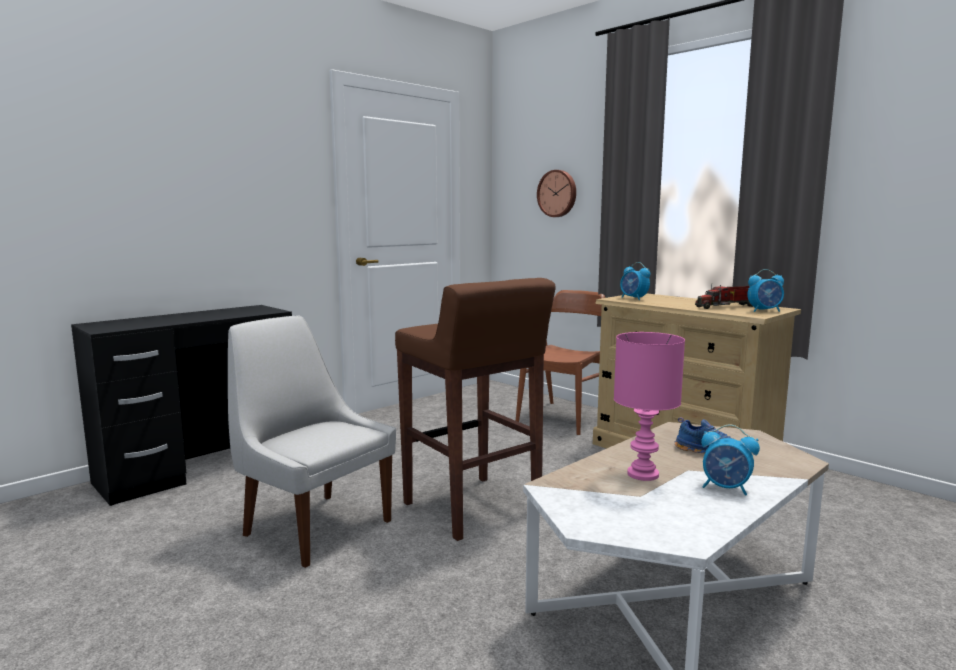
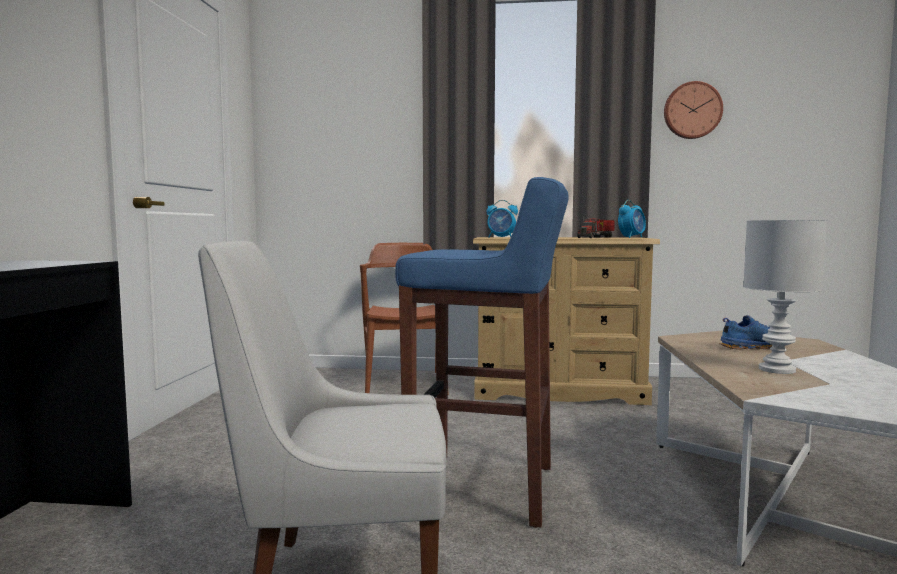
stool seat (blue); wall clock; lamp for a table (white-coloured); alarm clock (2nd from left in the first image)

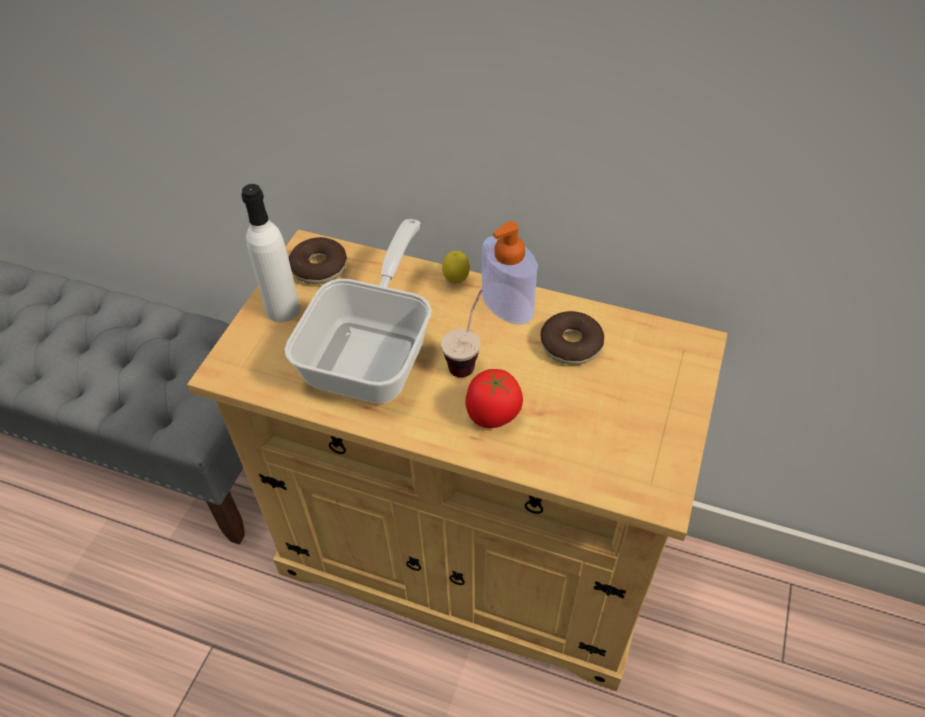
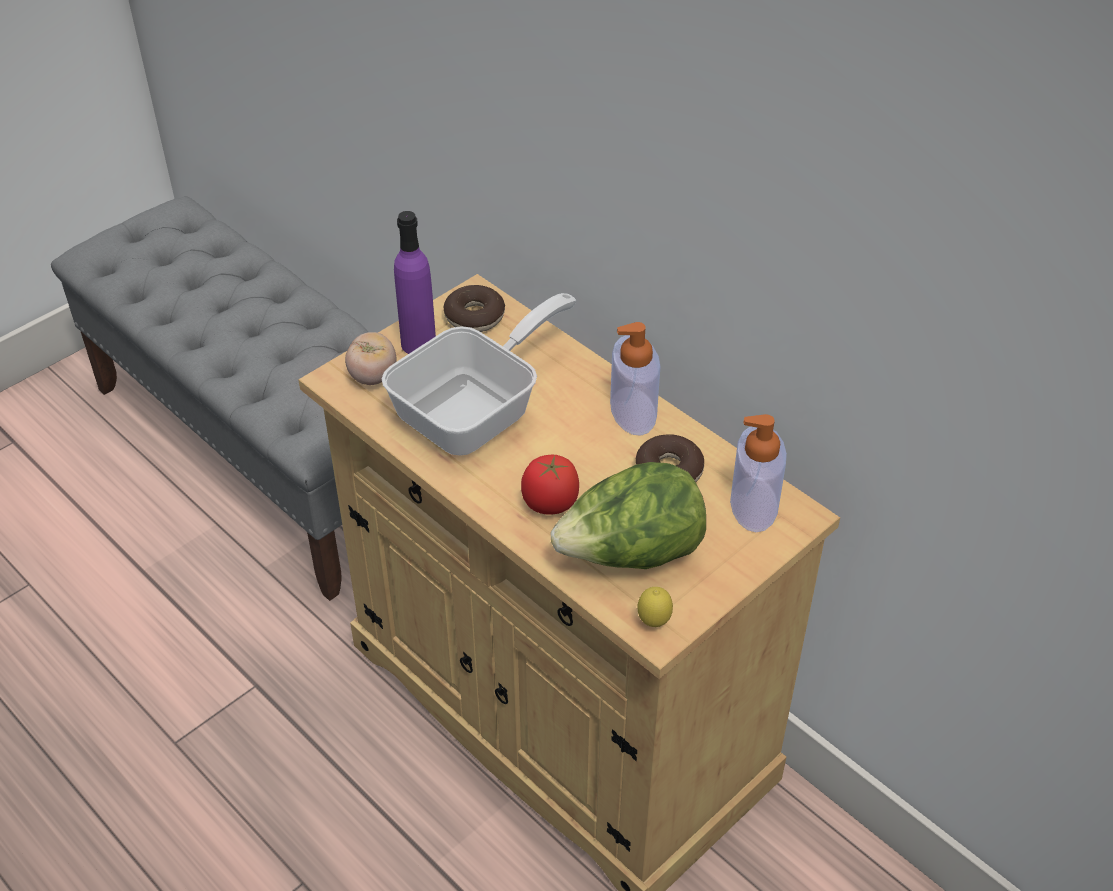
whole tomato (1st from left); bottle (purple-coloured); lettuce head; citrus fruit; soap dispenser (2nd from left); small cup

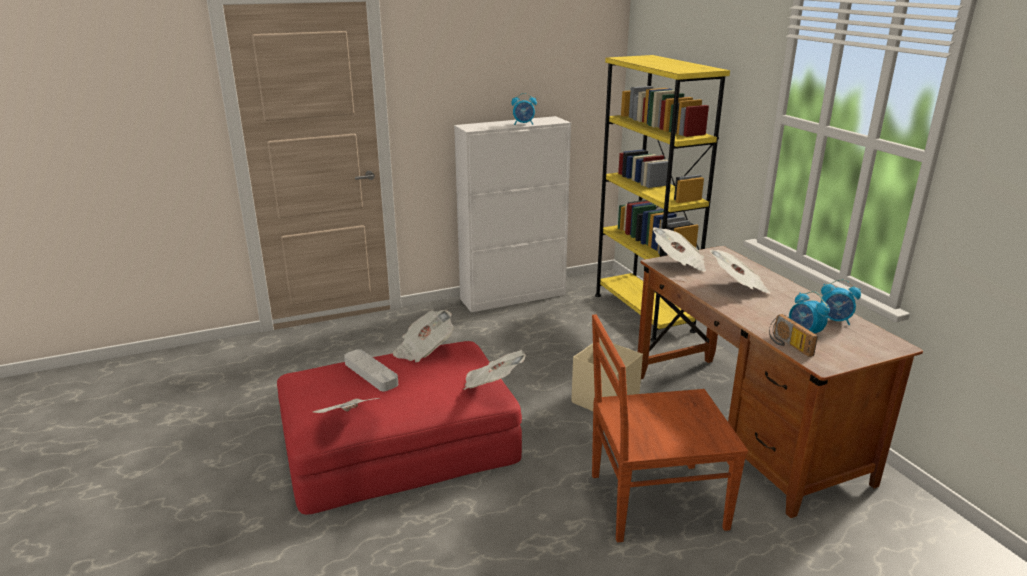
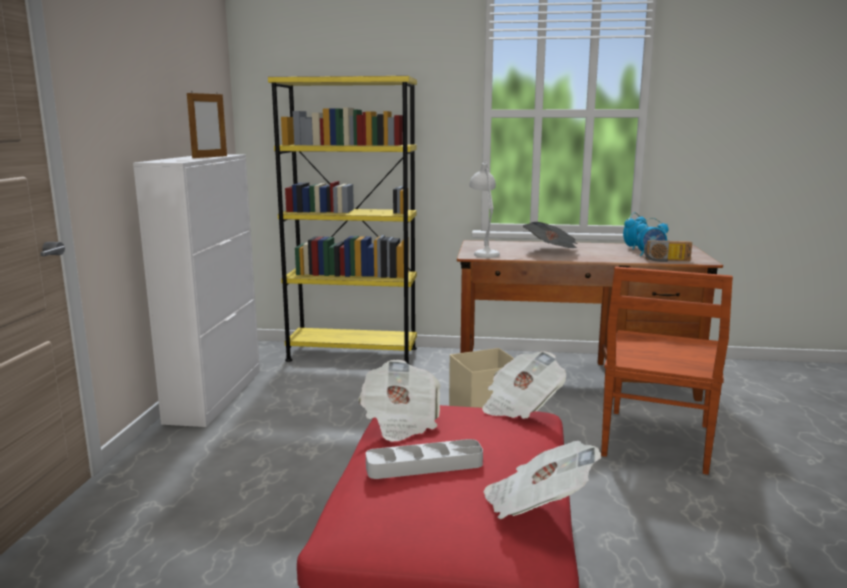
standing frame; lamp for a table (white-coloured)

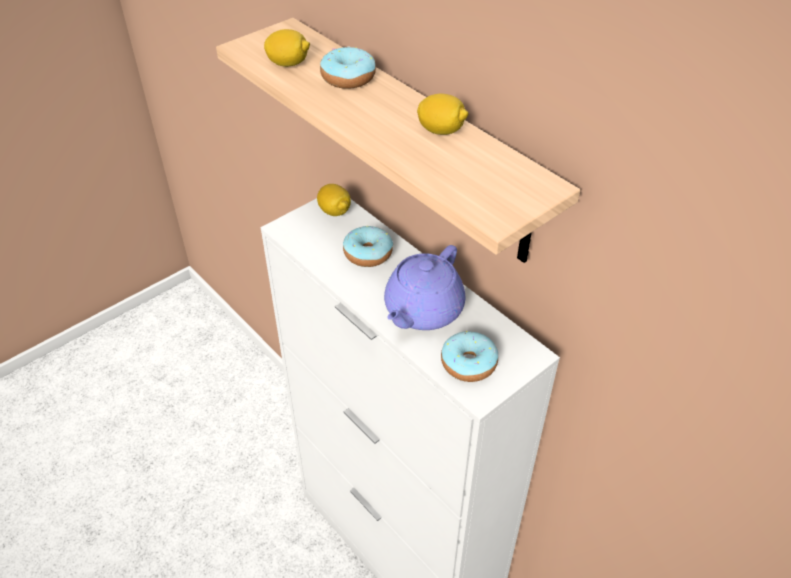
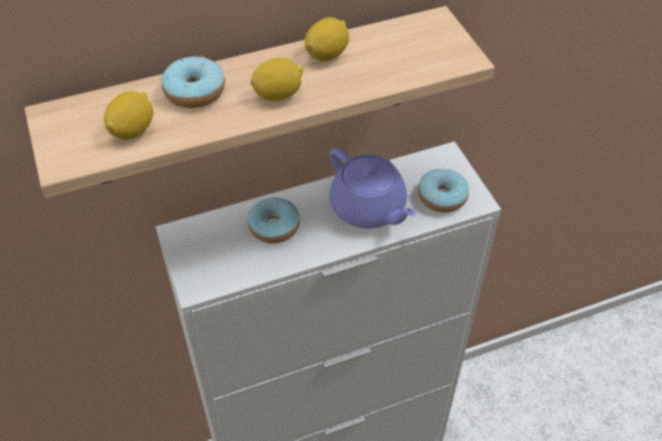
citrus fruit (2nd from left)

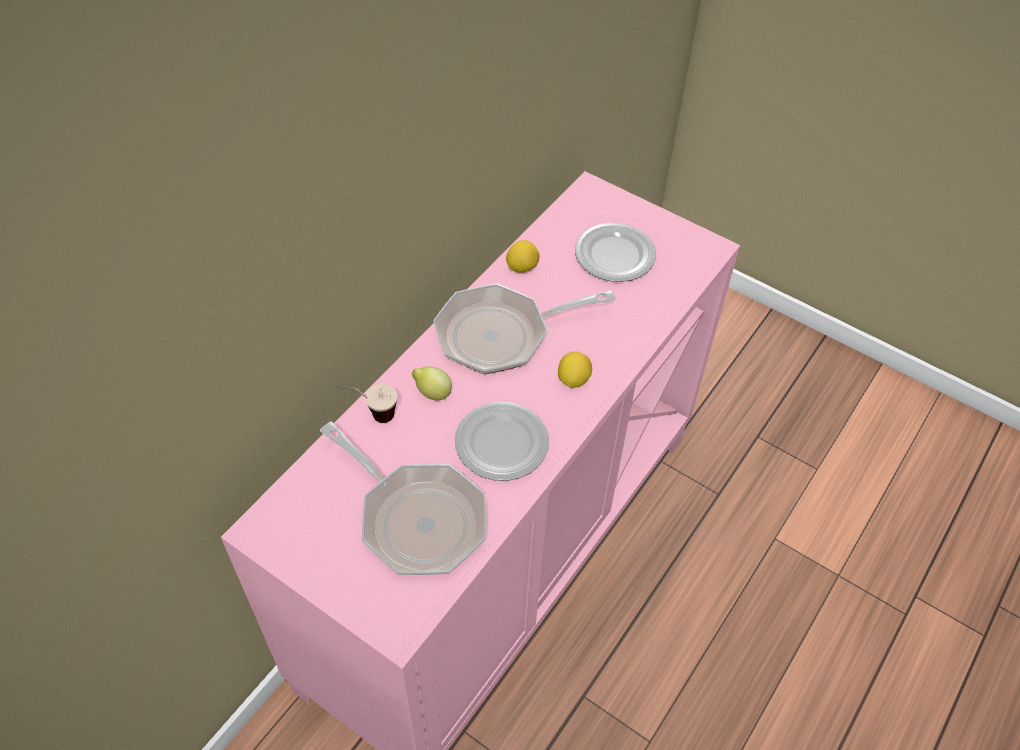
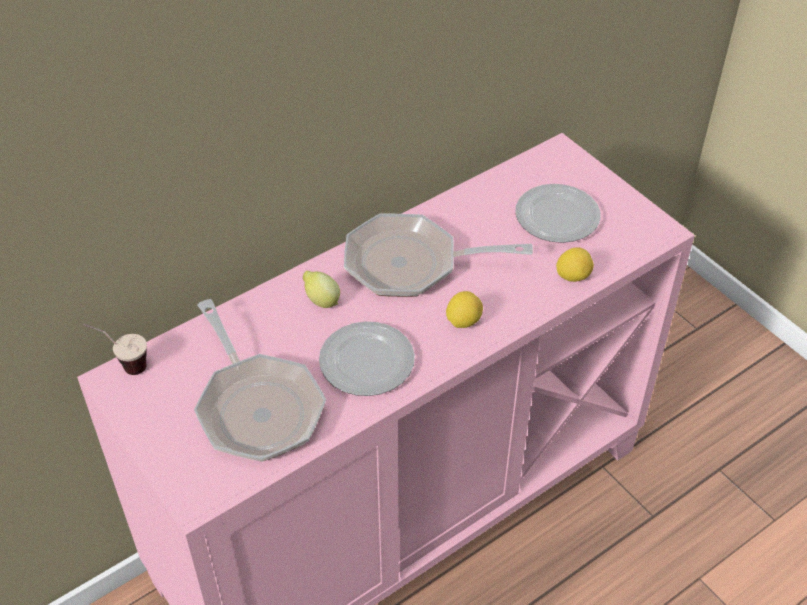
small cup; citrus fruit (3rd from left)

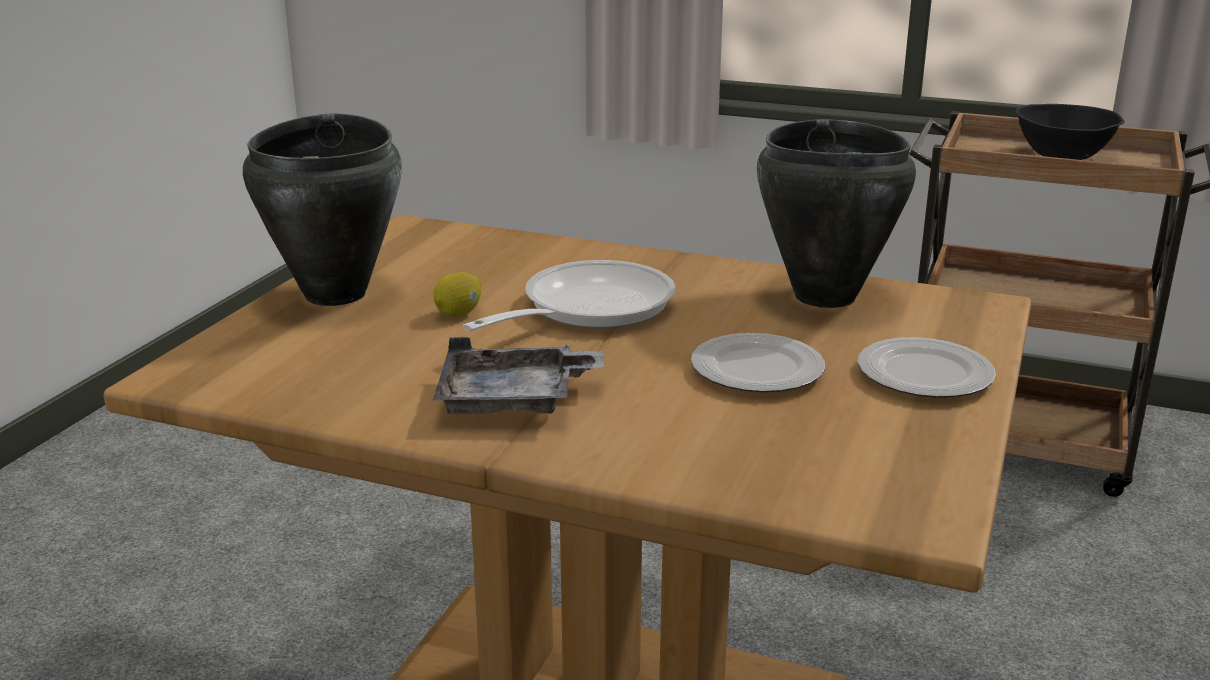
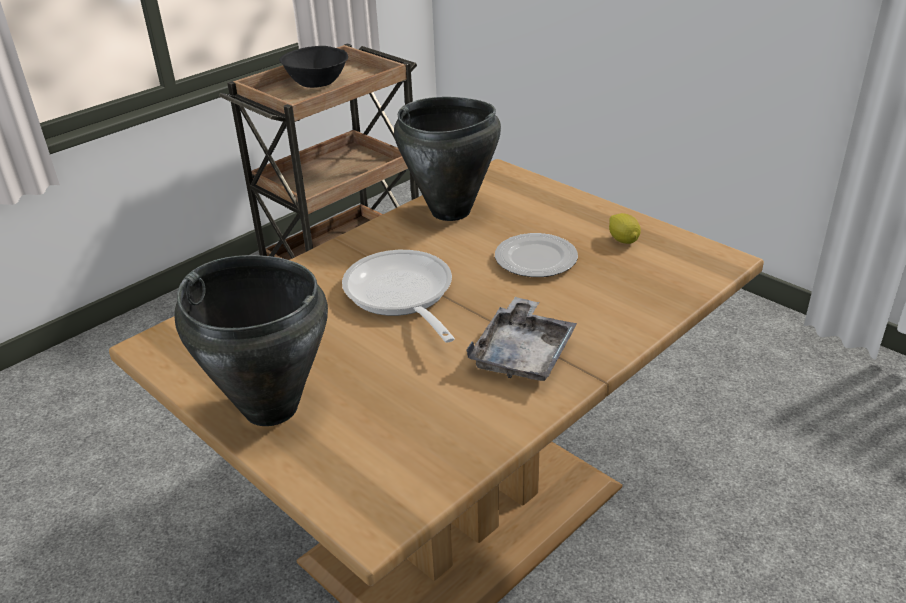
citrus fruit; dinner plate (2nd from left in the first image)

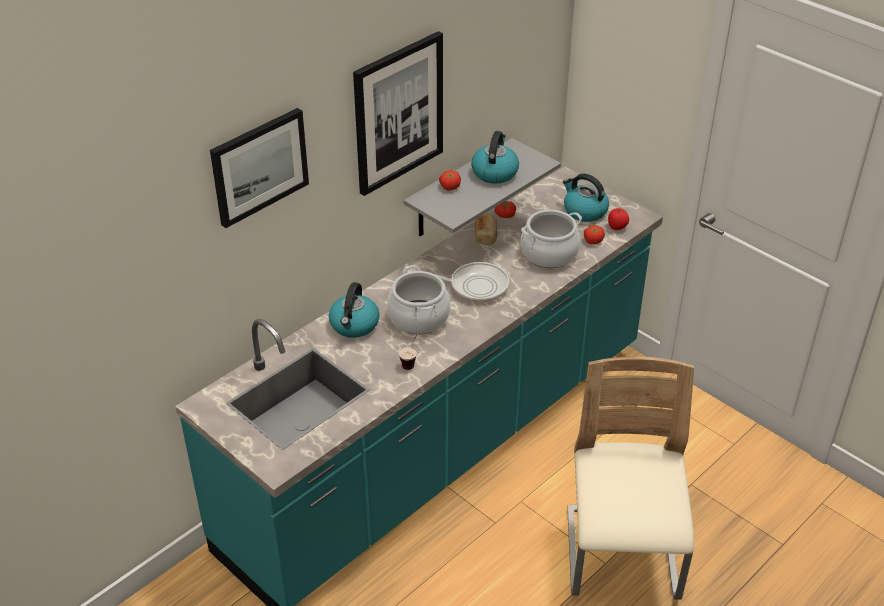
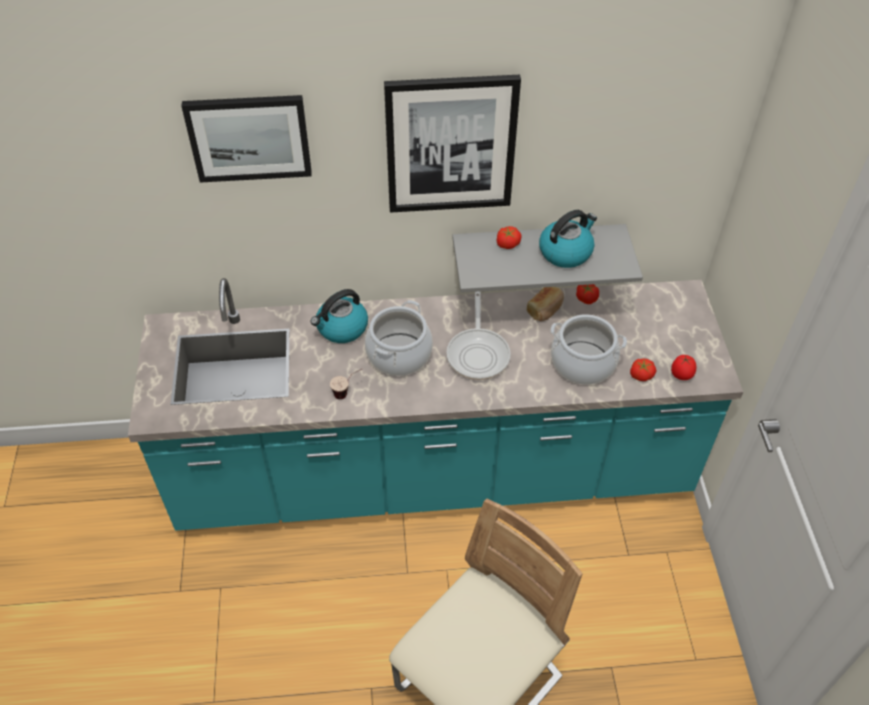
skillet; water kettle (3rd from left in the first image)

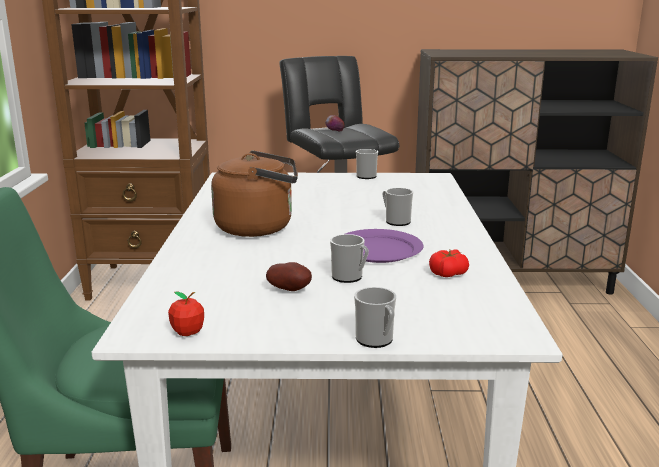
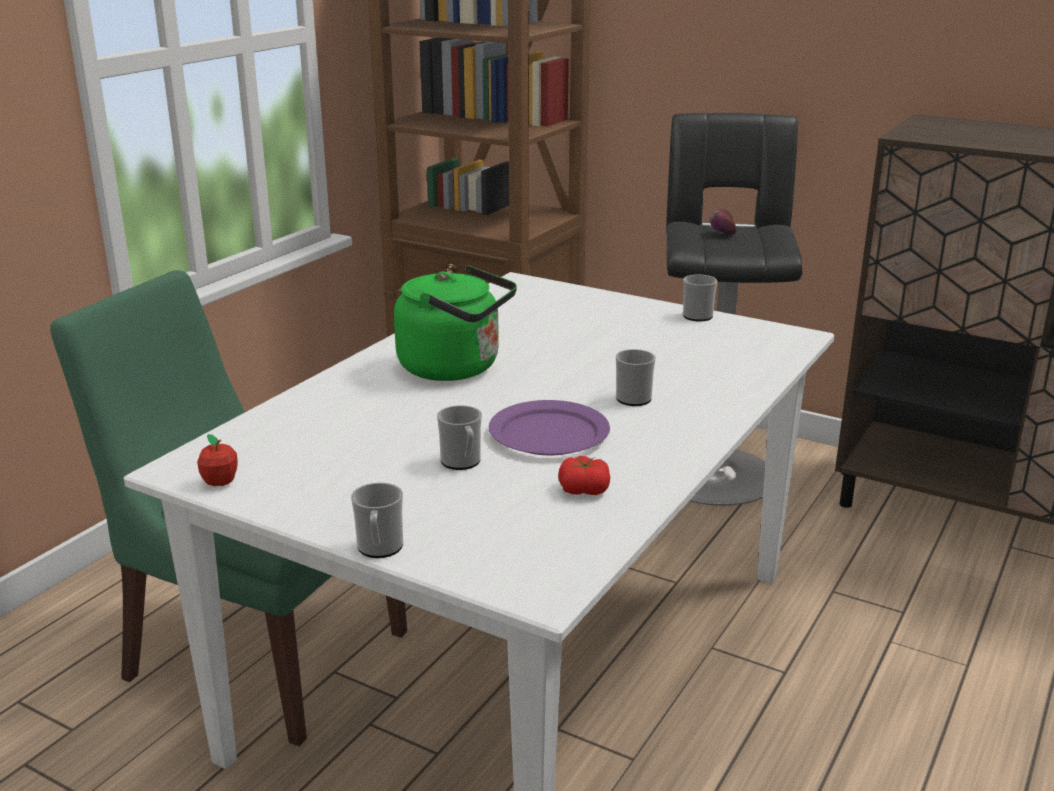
water kettle (green); whole potato

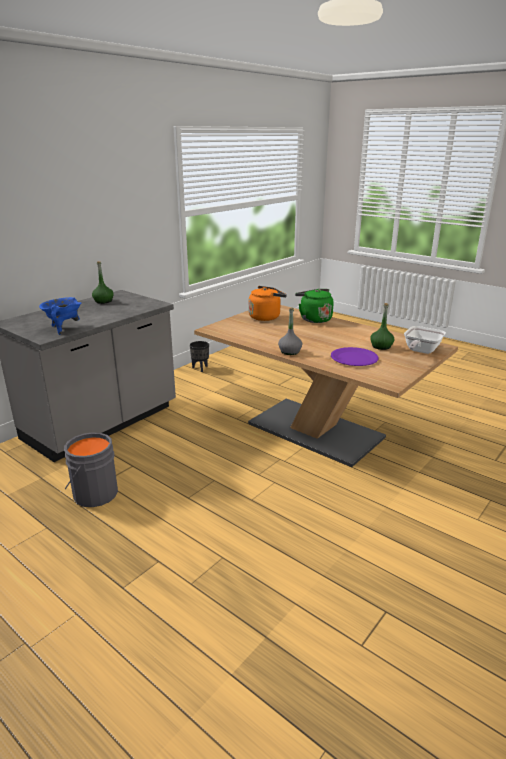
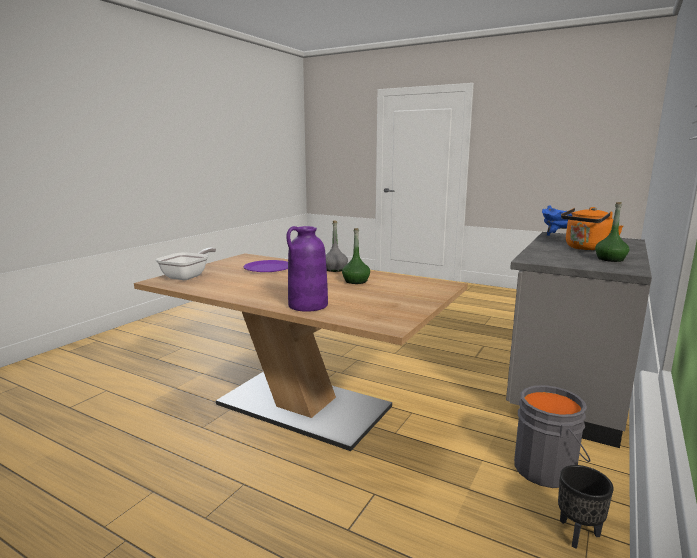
decorative vase (purple-coloured); bottle (green) (1st from left); pail (gray); water kettle (orangey)

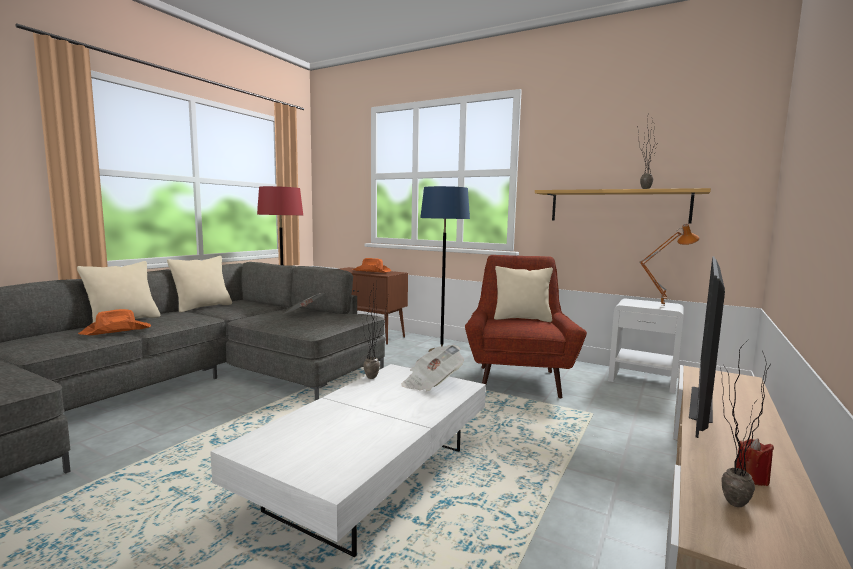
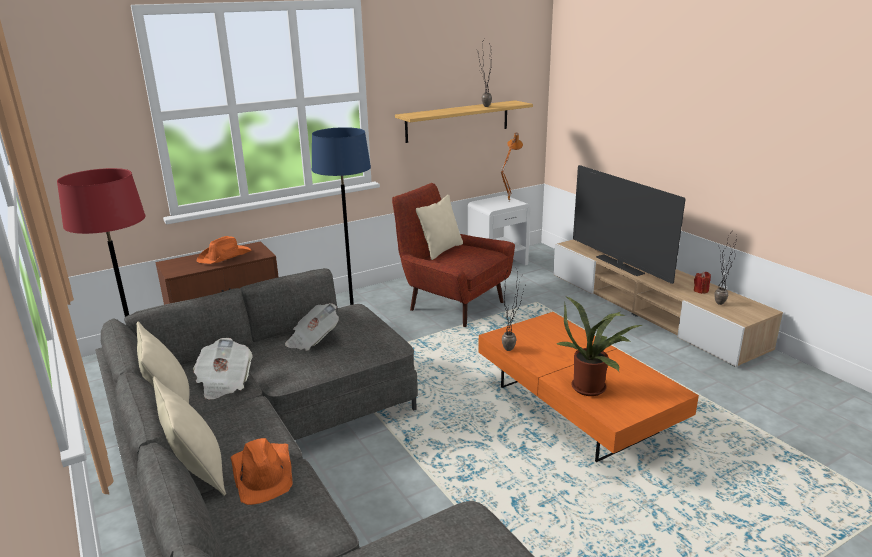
newspaper (1st from left); lounge table (orangey); potted plant (3rd from left)

